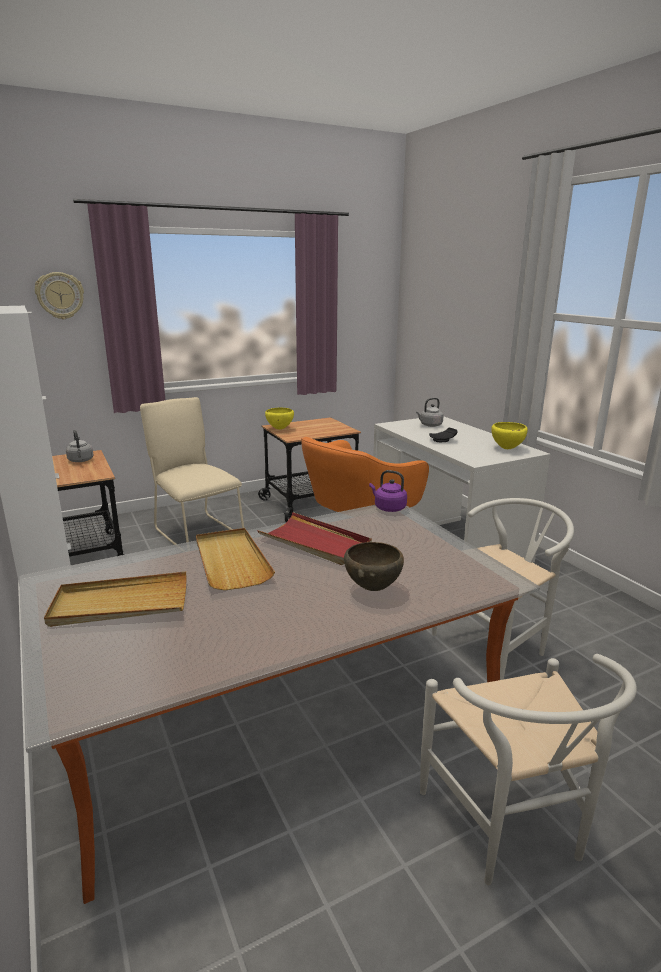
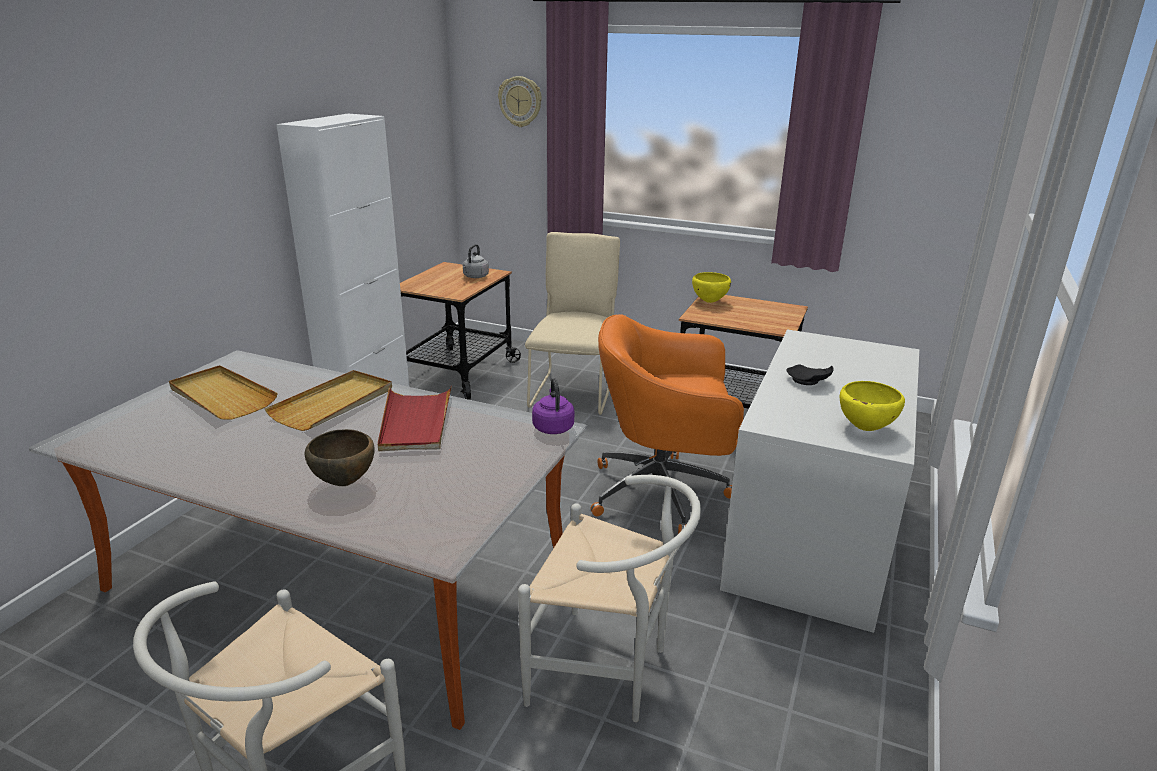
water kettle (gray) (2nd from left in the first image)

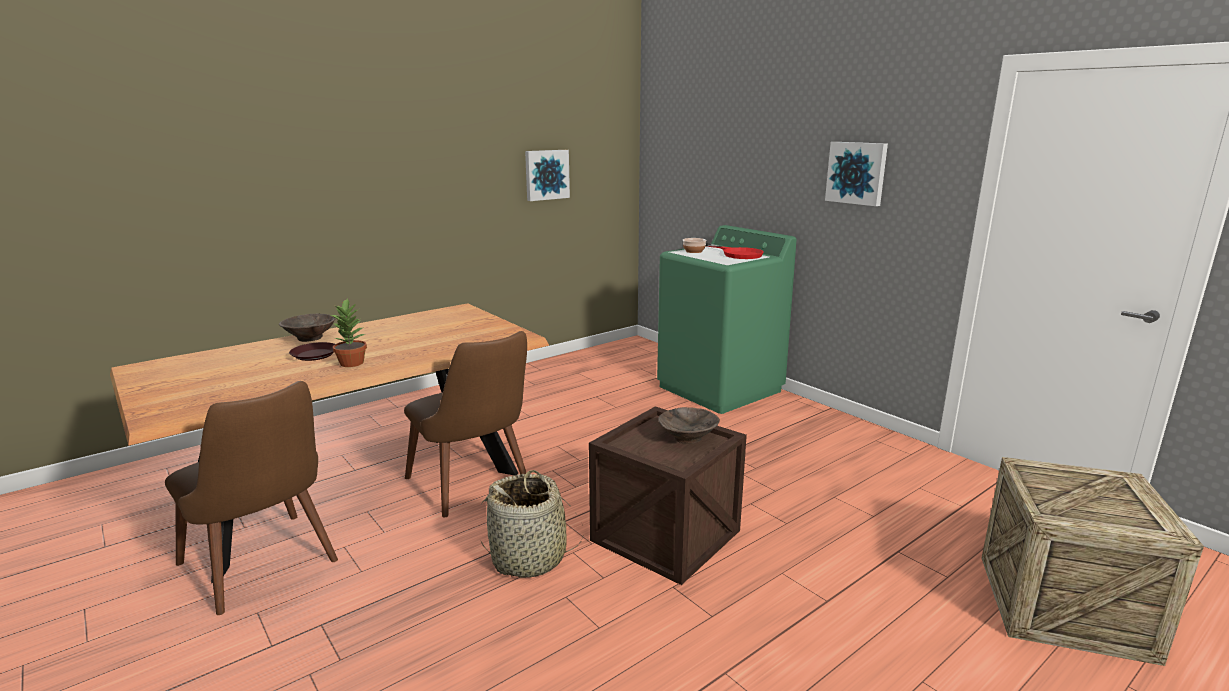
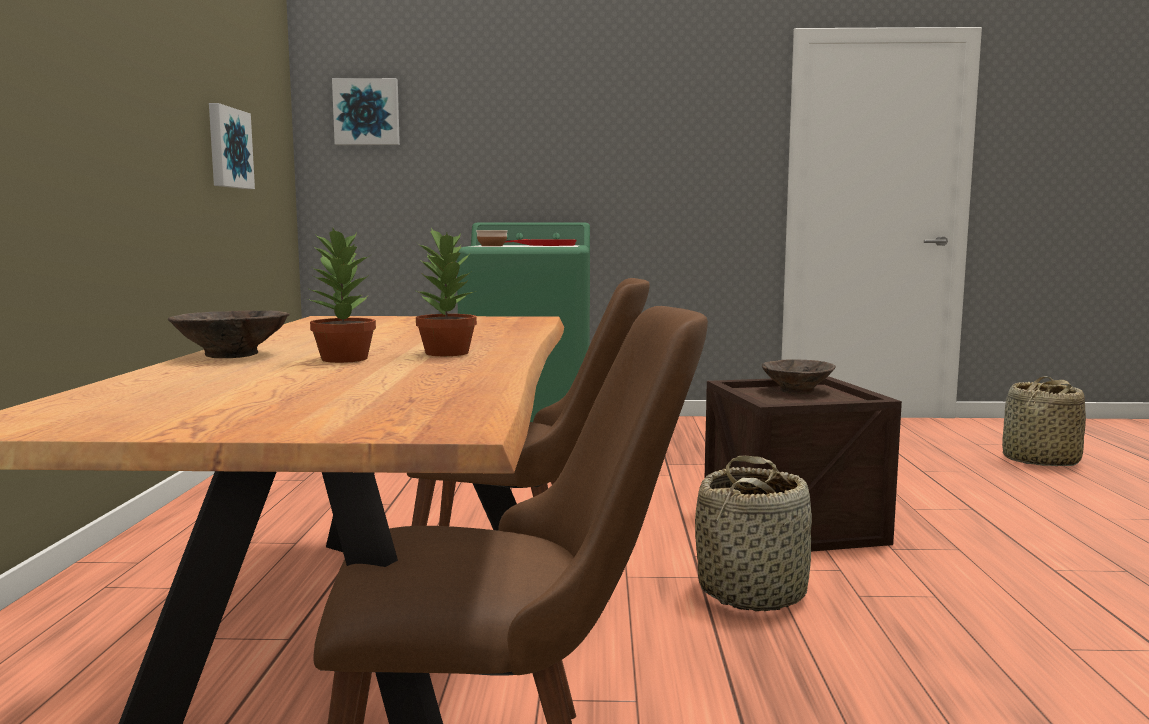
potted plant (1st from left); wall picture (2nd from left); storage basket (2nd from left)

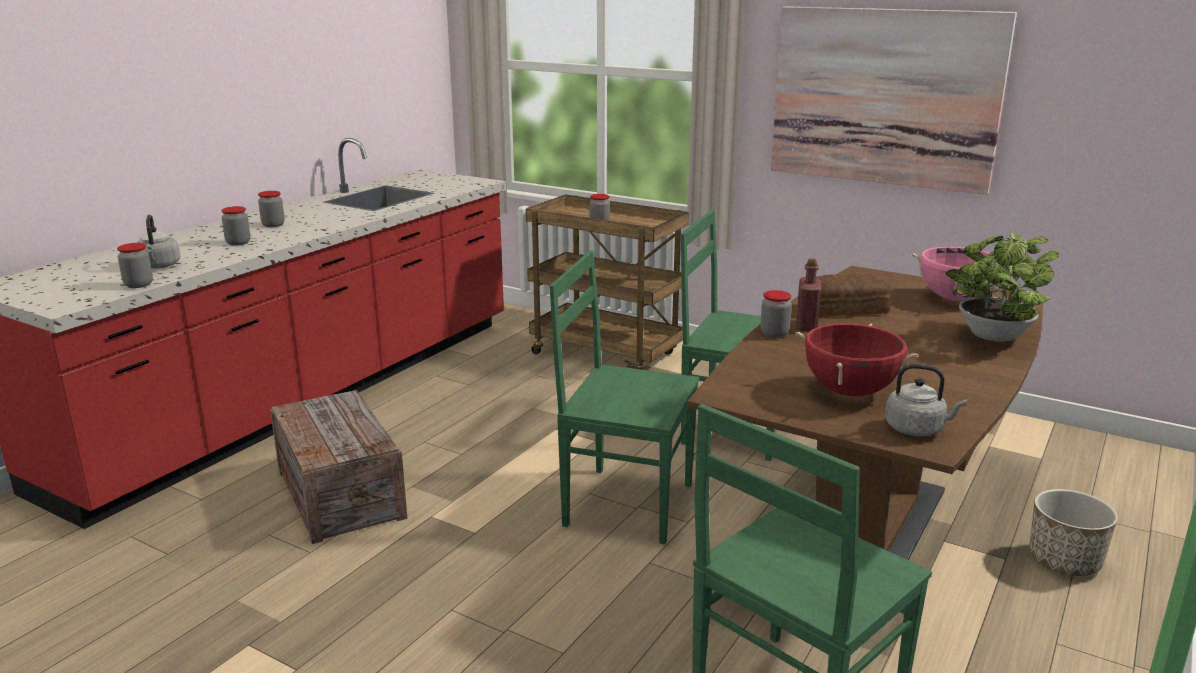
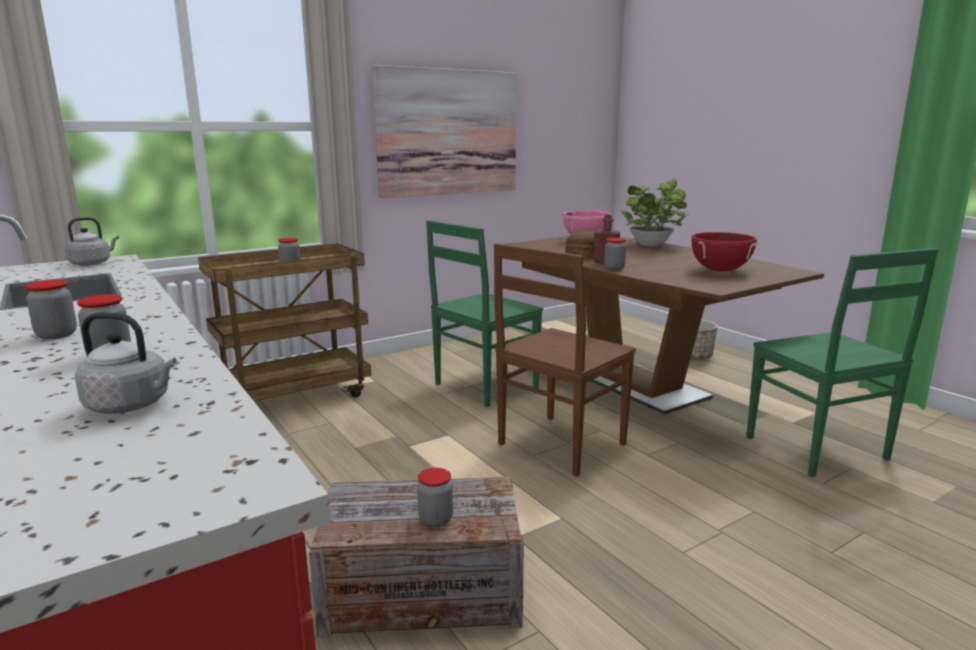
water kettle (gray) (1st from left); jar (4th from left); plain chair (brown-coloured)

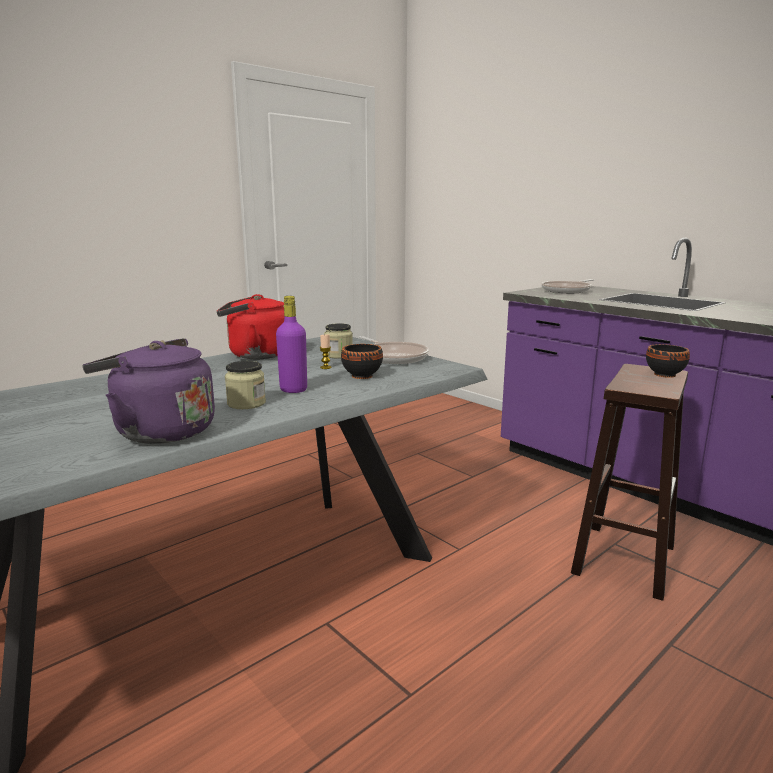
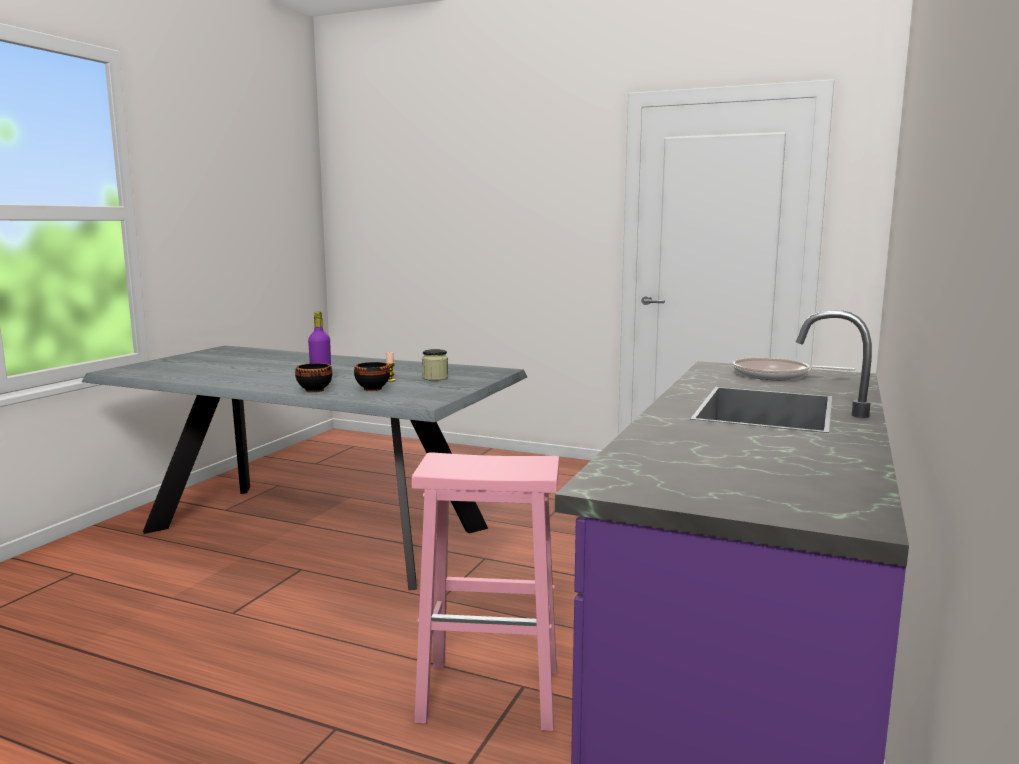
bowl (black) (1st from left); stool seat (pink); water kettle (purple-coloured); water kettle (red); jar (1st from left in the first image); skillet (1st from left in the first image)

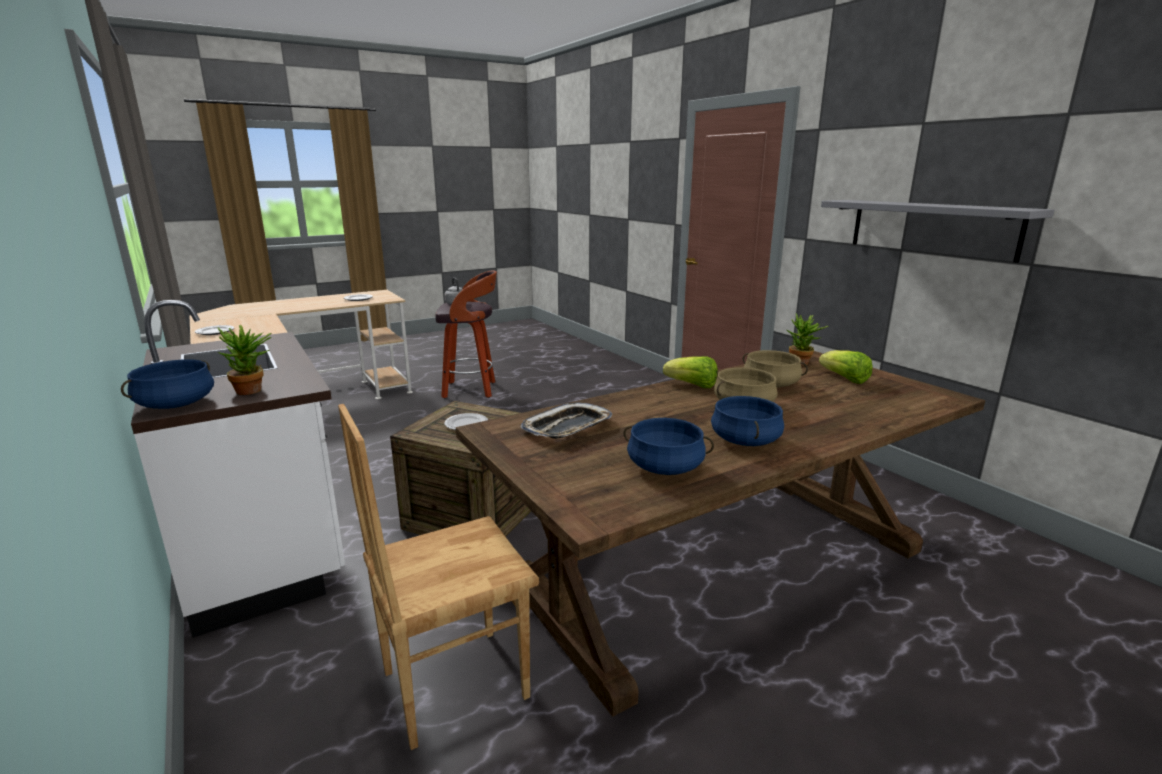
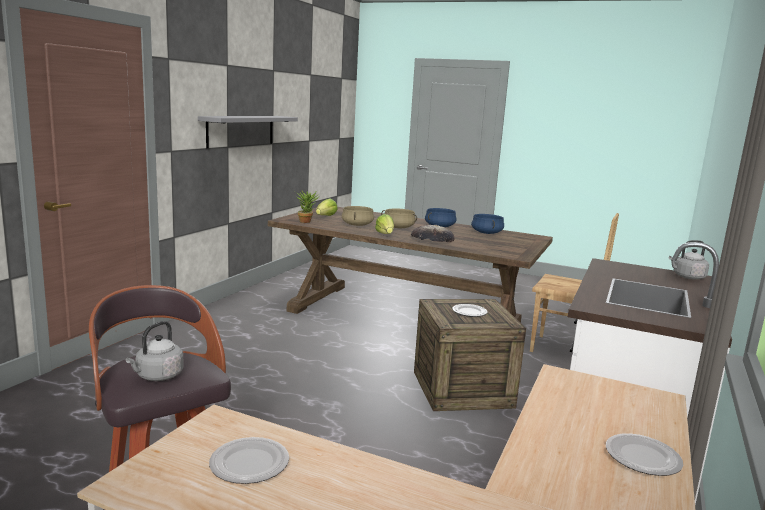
baked bread; water kettle (gray) (2nd from left); potted plant (1st from left in the first image); tray

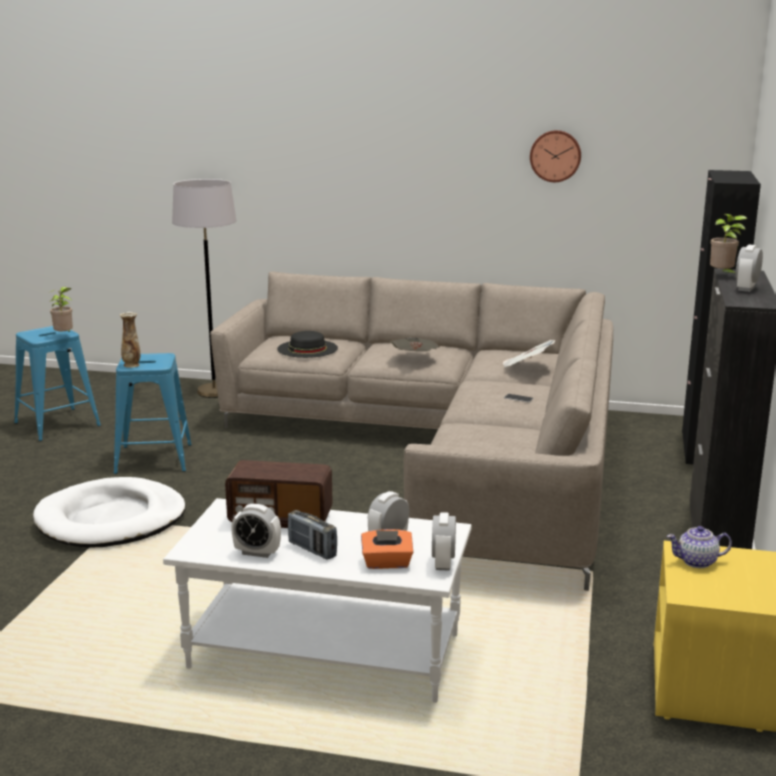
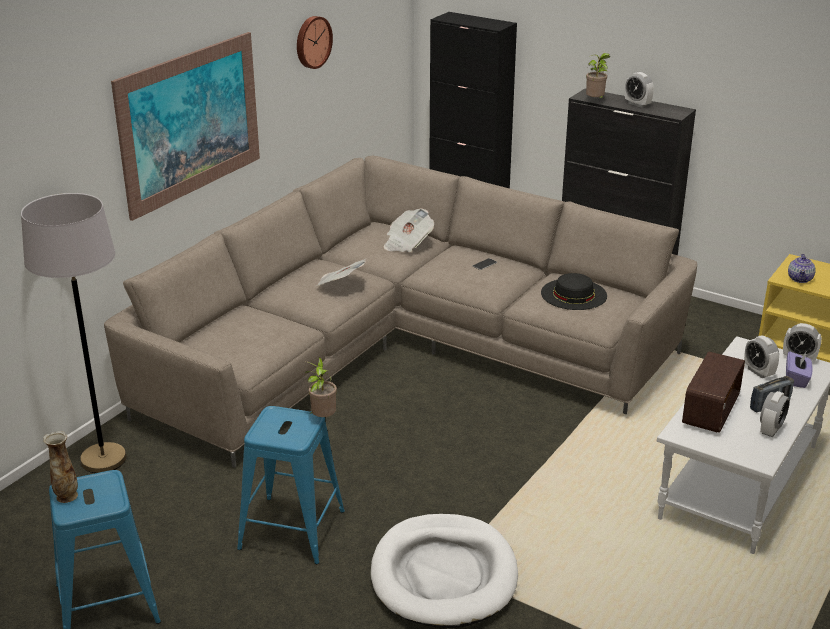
decorative vase; wall picture; potted plant (1st from left); wearable hat (black); tissue box (purple-coloured)

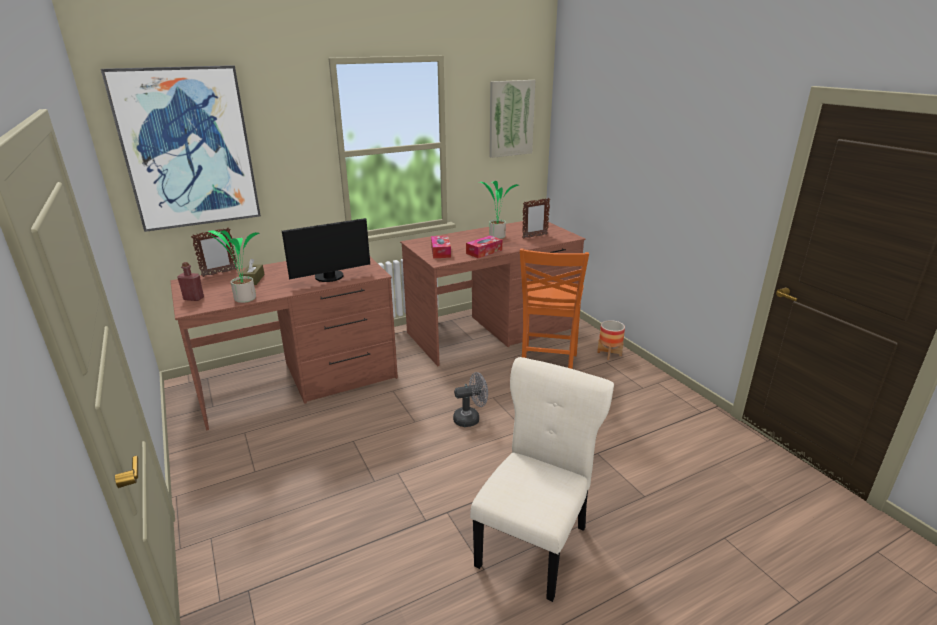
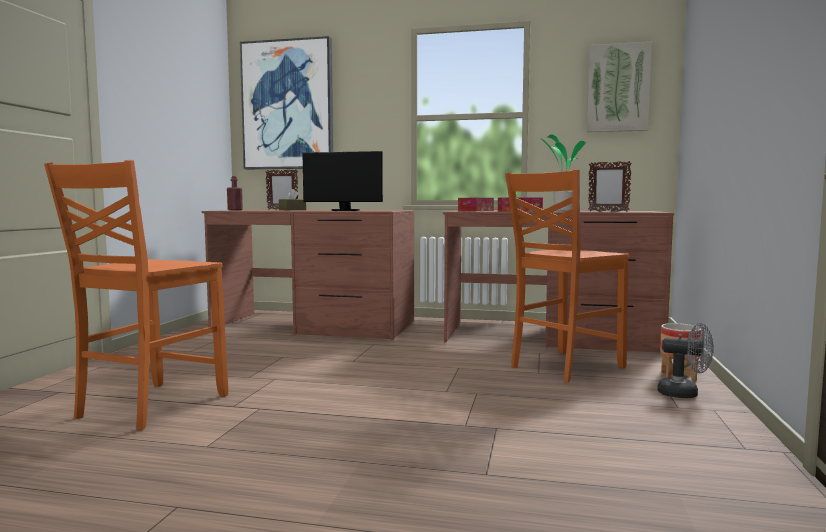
plain chair (orangey) (1st from left); cooling fan (gray); potted plant (1st from left in the first image); plain chair (beige)

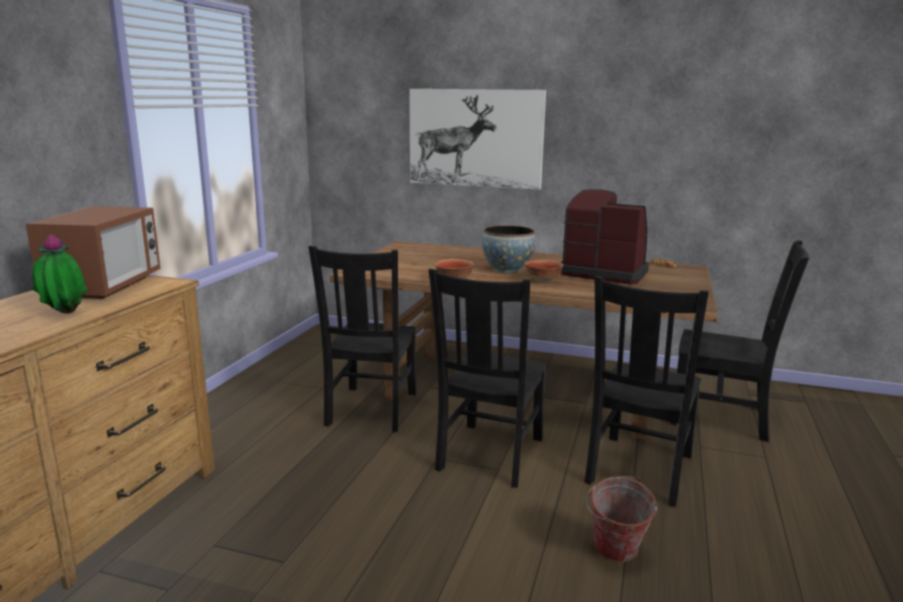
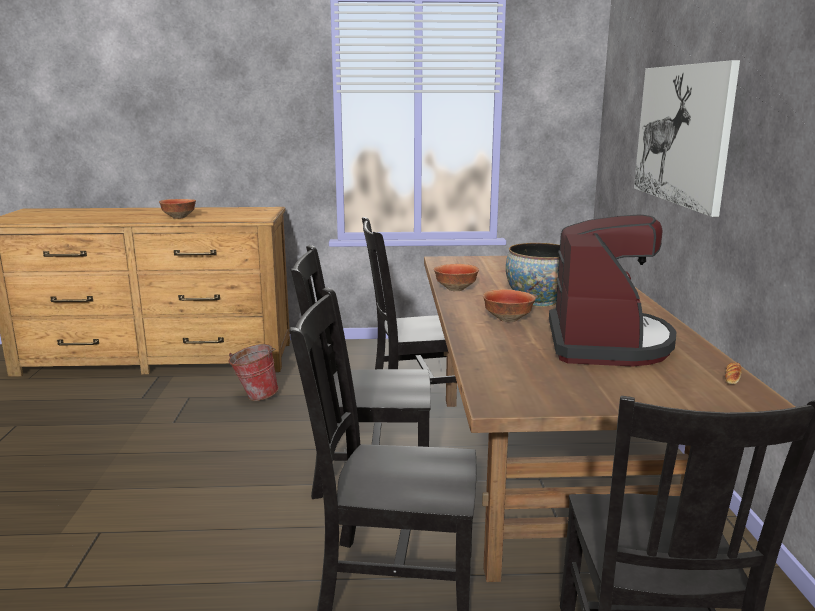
bowl (1st from left); pail; kitchen microwave

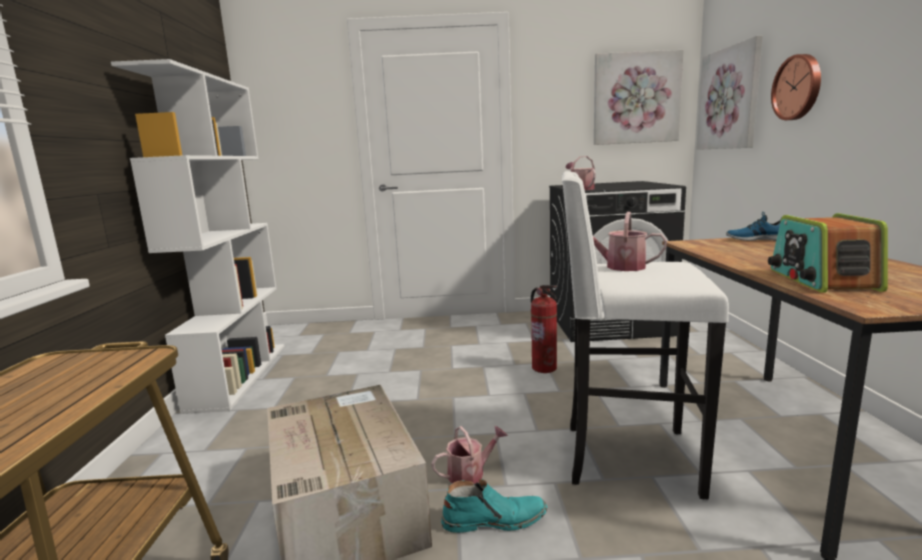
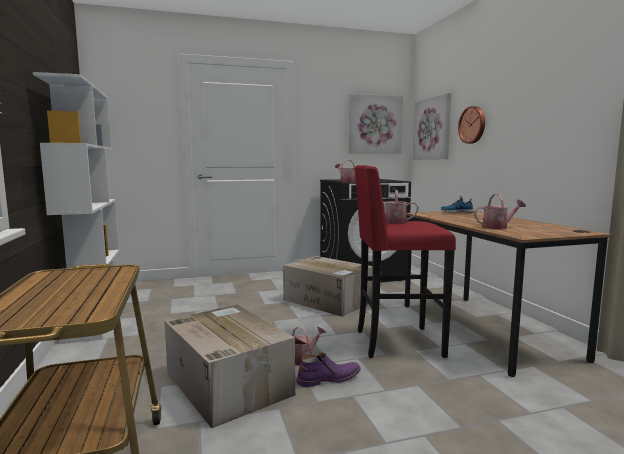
carton (2nd from left); boot (purple-coloured); stool seat (red); watering can (4th from left)

